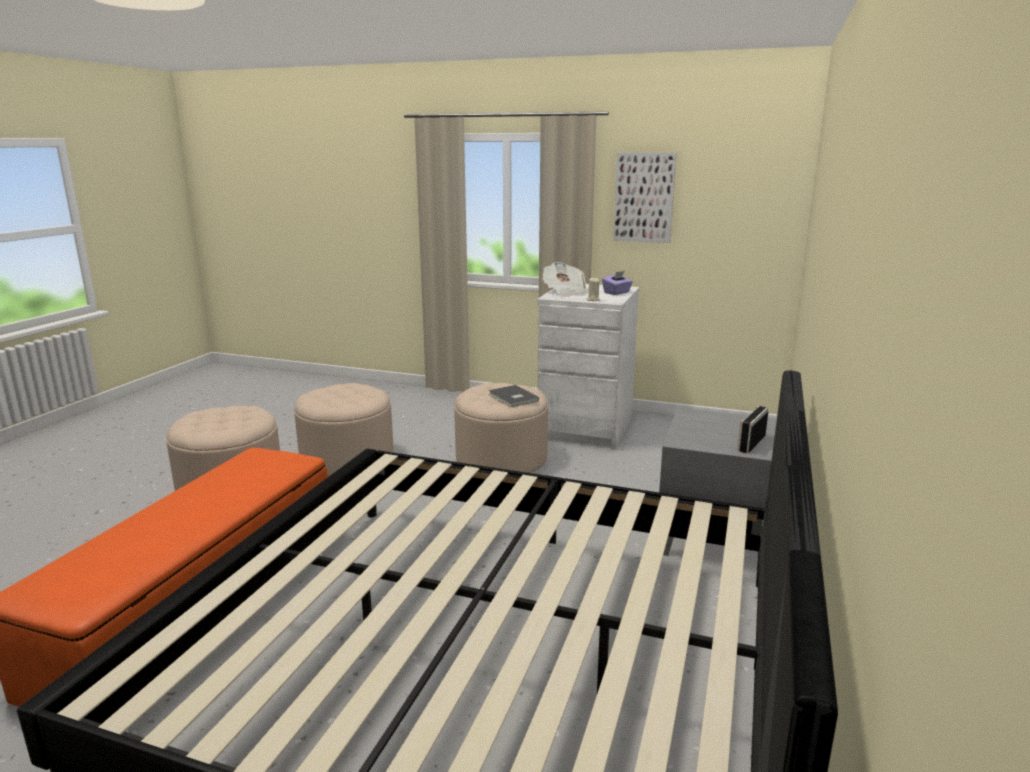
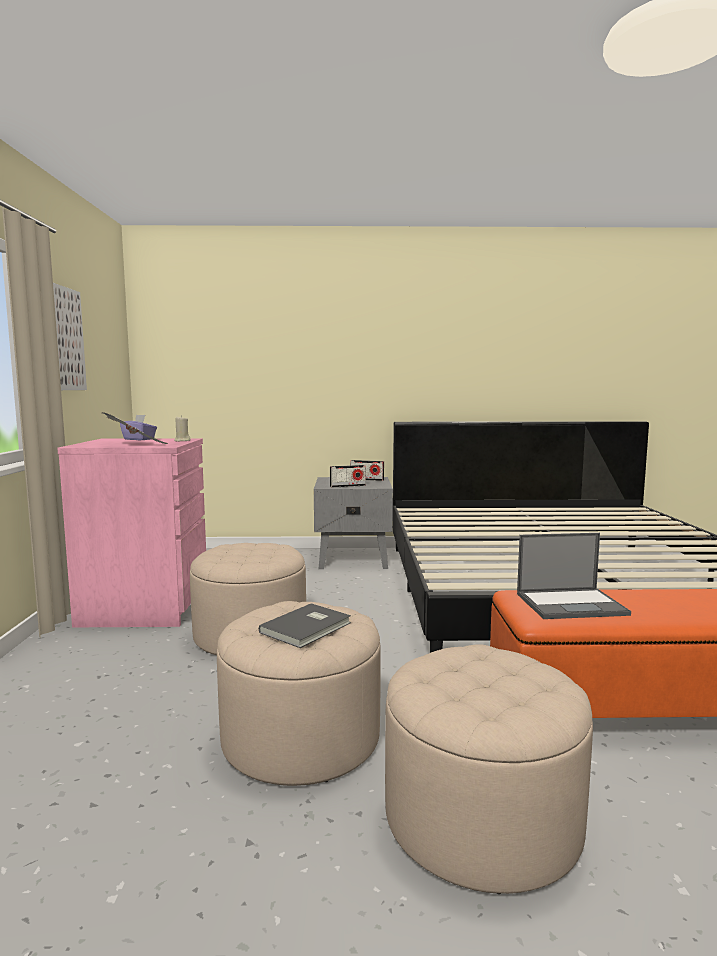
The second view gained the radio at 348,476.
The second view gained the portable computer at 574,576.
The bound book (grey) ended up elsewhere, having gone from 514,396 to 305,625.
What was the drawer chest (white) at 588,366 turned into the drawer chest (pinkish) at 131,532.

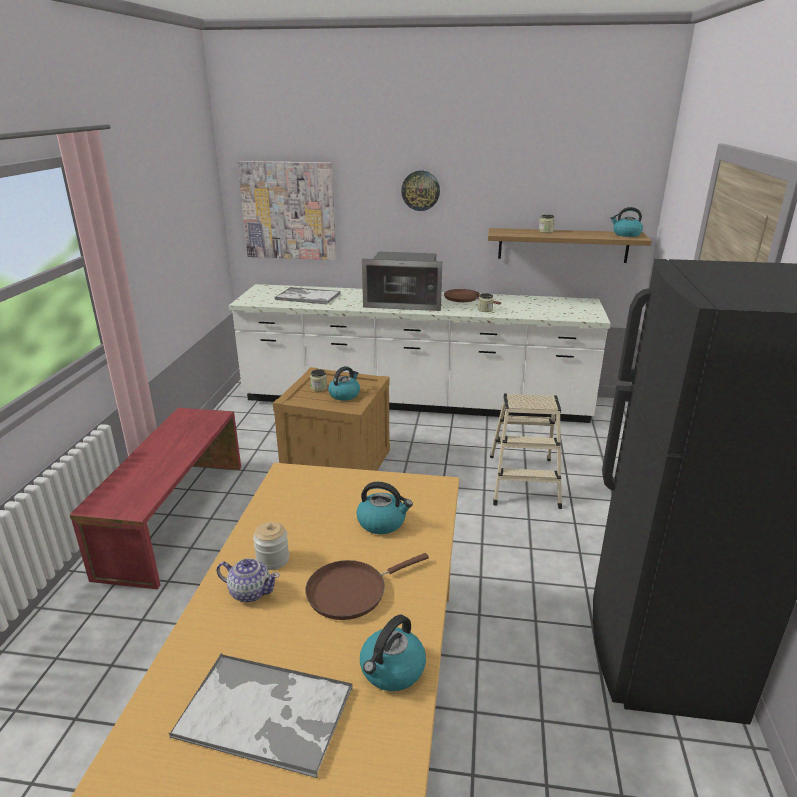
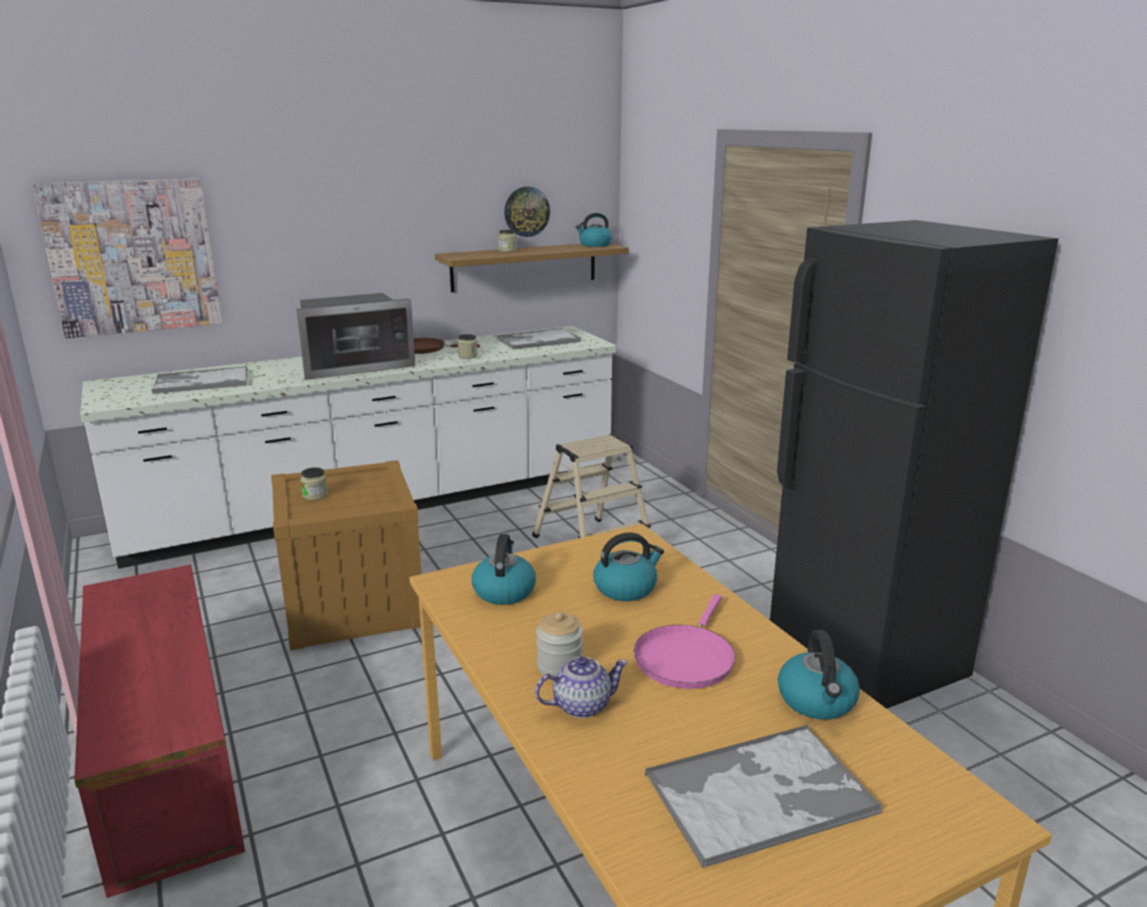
The second view gained the tray at 539,339.
The tea kettle ended up elsewhere, having gone from 344,383 to 504,569.
The clock on the wall ended up elsewhere, having gone from 420,191 to 527,212.
What was the skillet (brown-coloured) at 367,586 turned into the skillet (pinkish) at 684,641.

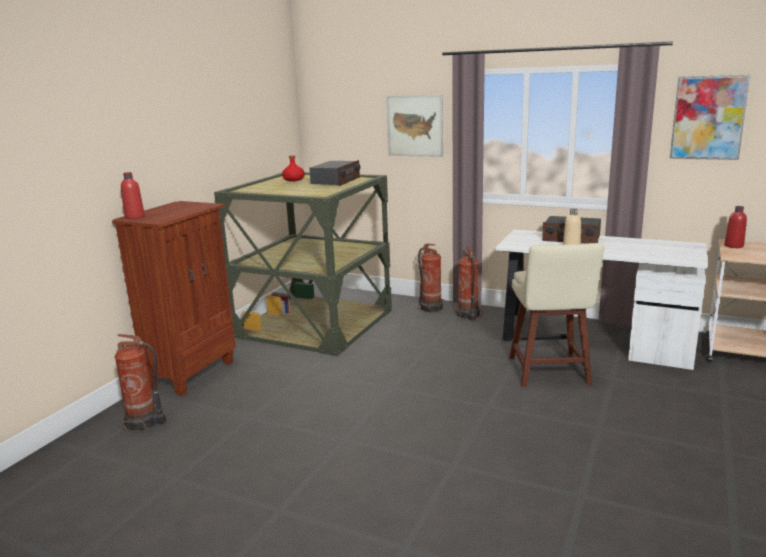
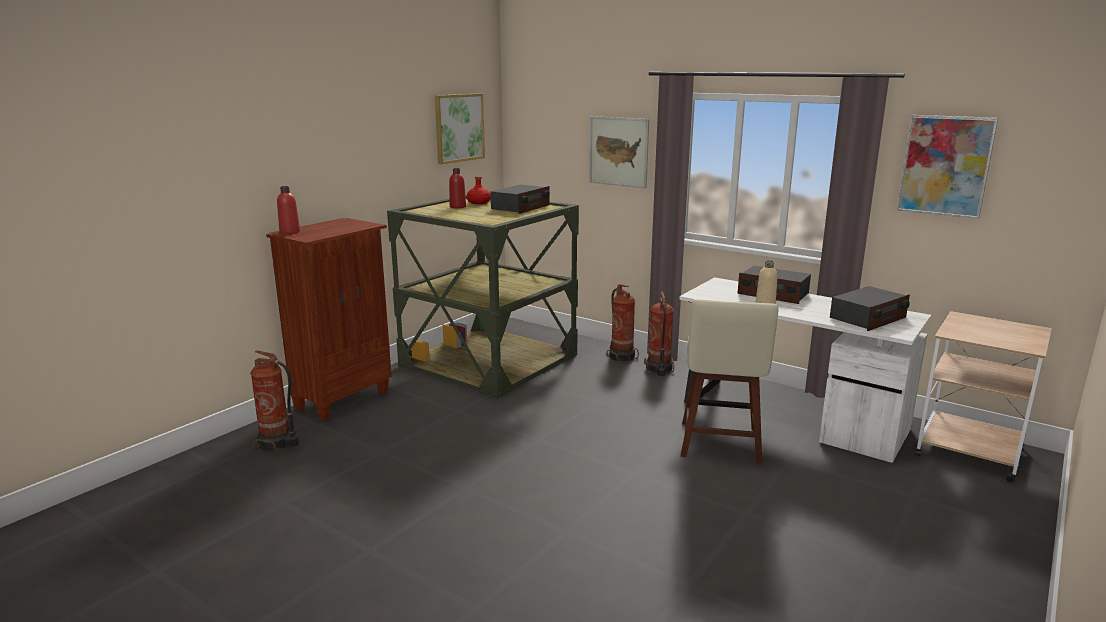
The second view gained the wall picture at 460,129.
The second view gained the radio at 870,308.
The drink bottle (red-coloured) ended up elsewhere, having gone from 736,227 to 457,188.

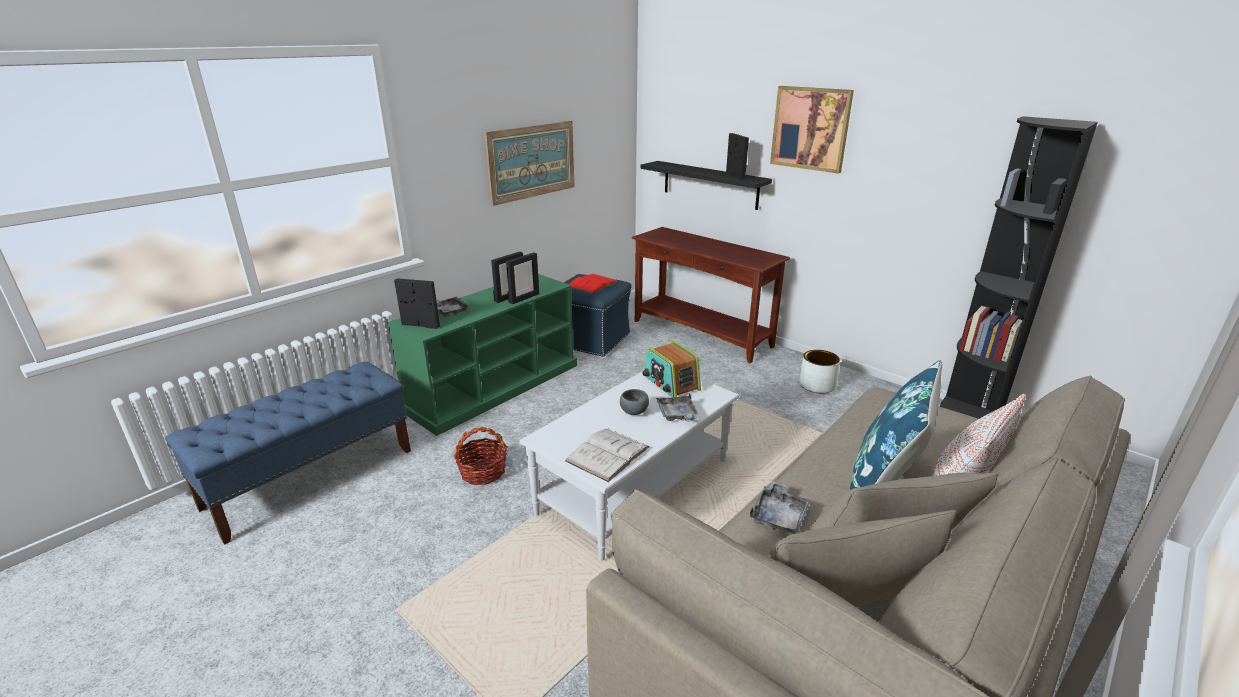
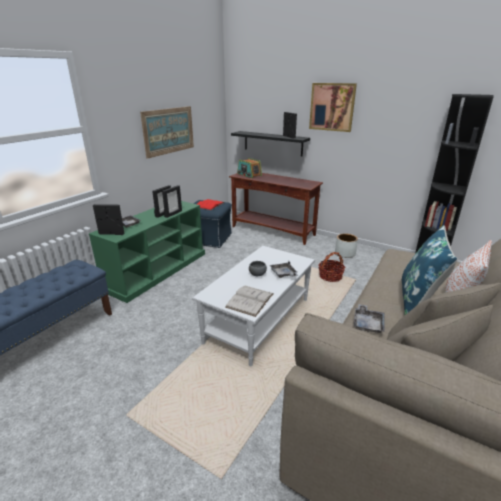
The storage basket ended up elsewhere, having gone from 481,456 to 331,267.
The radio ended up elsewhere, having gone from 671,368 to 249,168.

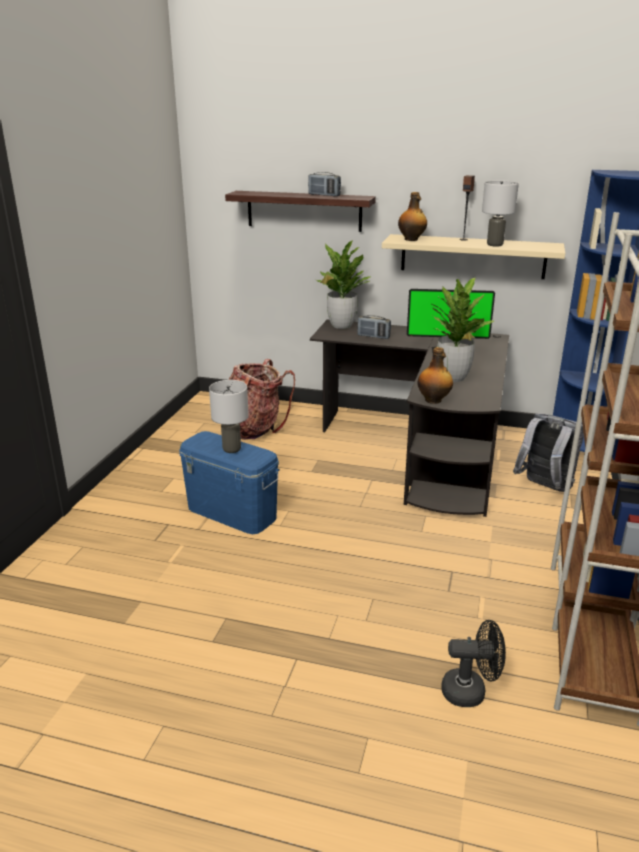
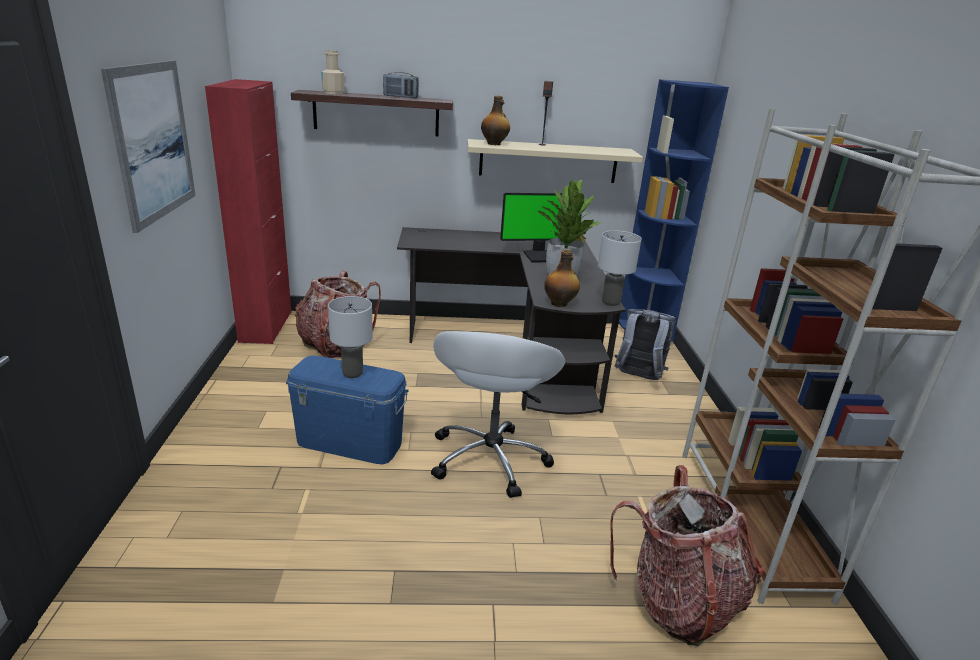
The second view lost the plant in a pot at 342,284.
The second view lost the radio at 374,327.
The second view gained the wall picture at 148,146.
The second view gained the storage cabinet (red-coloured) at 248,211.
The second view gained the drink bottle (beige) at 332,72.
The second view gained the office chair (white) at 498,414.
The lamp for a table (white) ended up elsewhere, having gone from 500,213 to 620,268.
Where the cooling fan (blackish) stood at 473,663, the knapsack came to stand at 687,555.

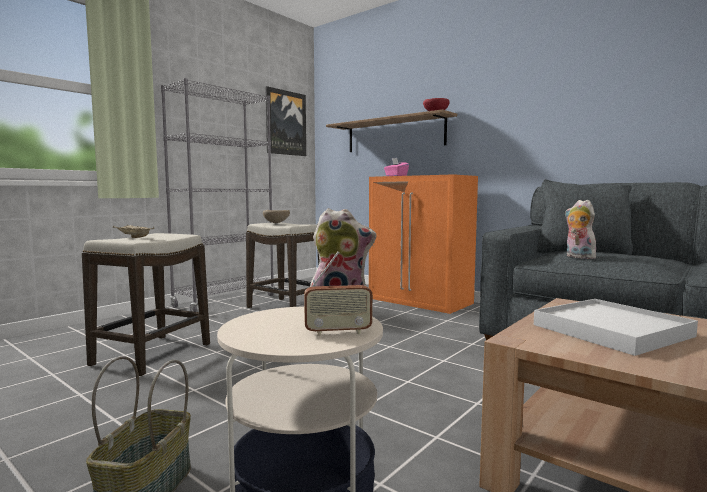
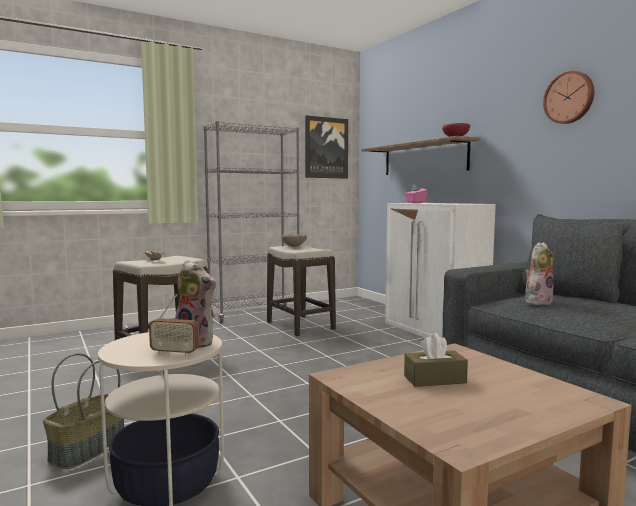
The second view gained the clock on the wall at 568,97.
Where the tray (white) stood at 616,327, the tissue holder (brown-coloured) came to stand at 436,360.
What was the storage cabinet (orange-coloured) at 423,244 turned into the storage cabinet (white) at 440,270.
The soft toy at 580,229 ended up facing another way, 60 degrees clockwise from before.

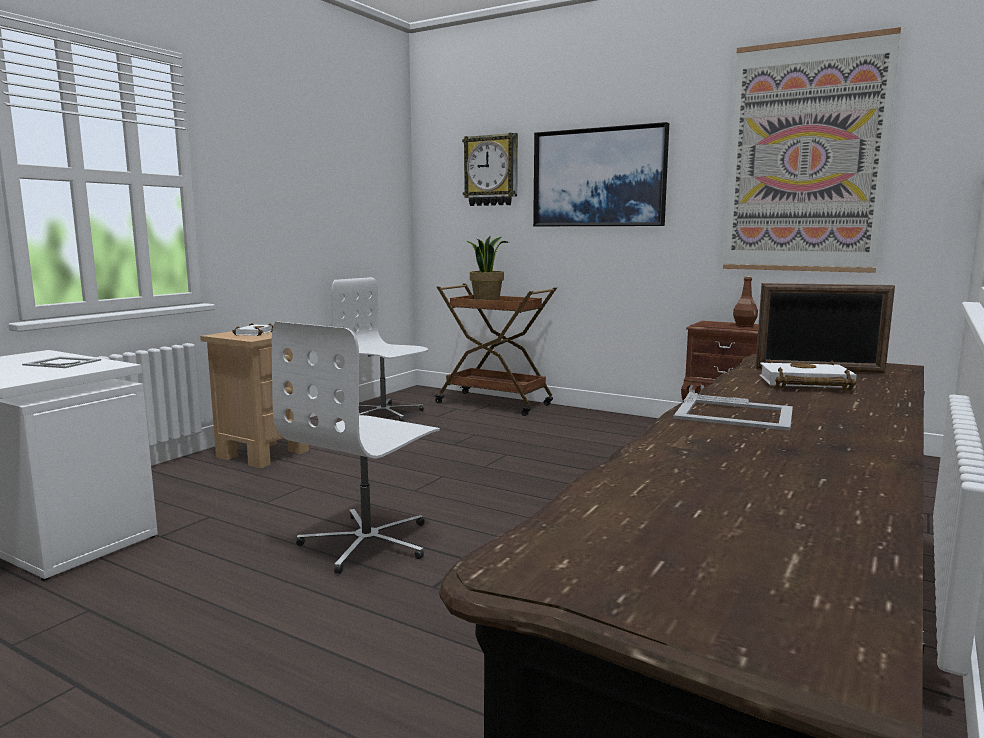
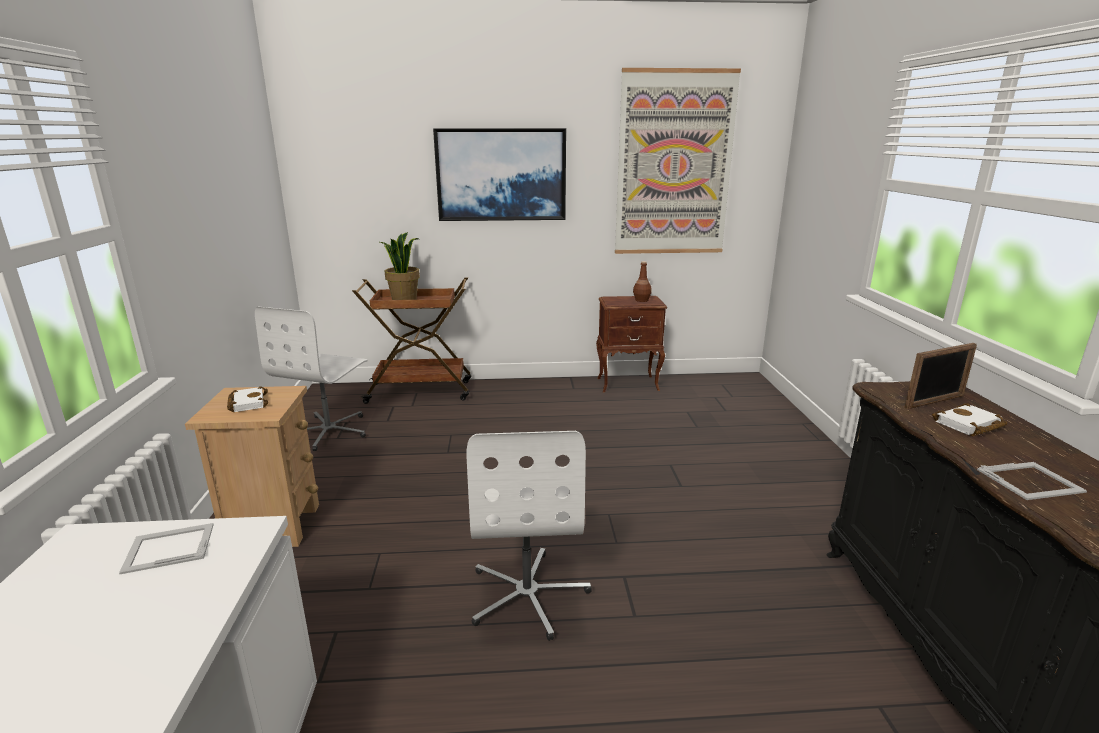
The second view lost the clock on the wall at 490,169.
The office chair (white) at 380,349 ended up facing another way, 75 degrees counterclockwise from before.

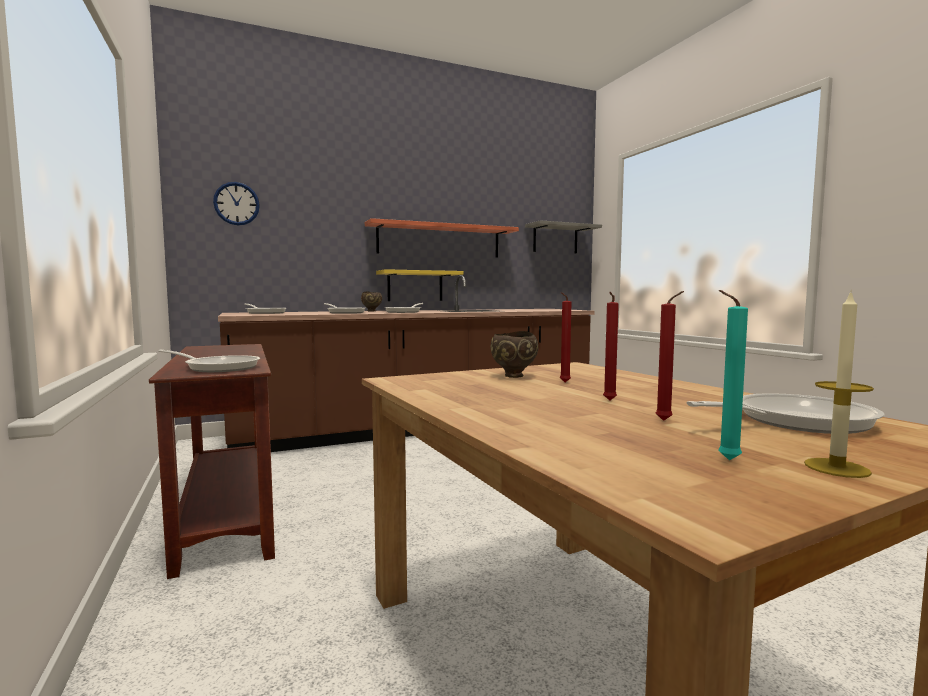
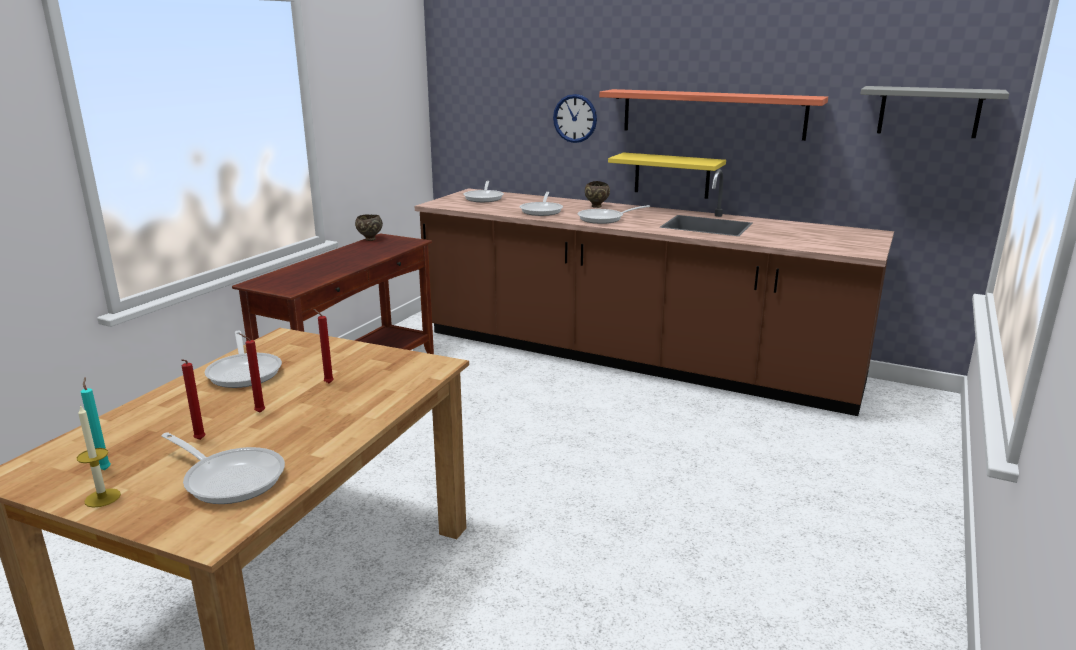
The skillet ended up elsewhere, having gone from 209,361 to 243,359.
The clock on the wall ended up elsewhere, having gone from 236,203 to 575,118.
The bowl (brown-coloured) ended up elsewhere, having gone from 514,354 to 369,227.

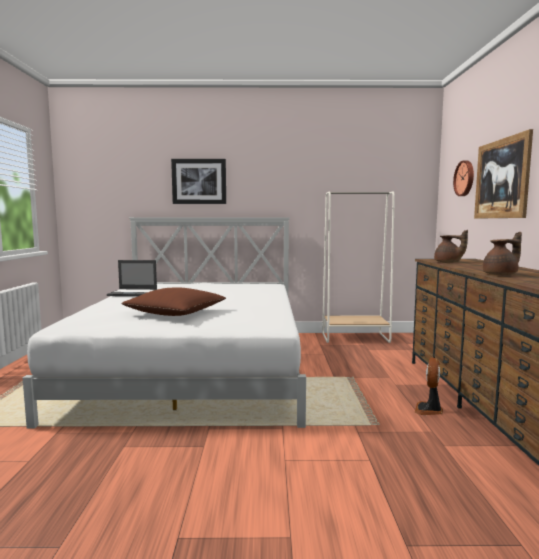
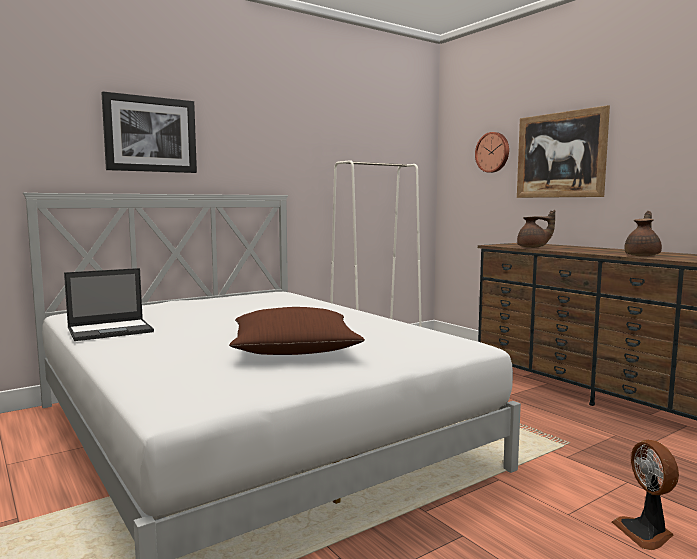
The cooling fan ended up elsewhere, having gone from 429,386 to 645,495.

